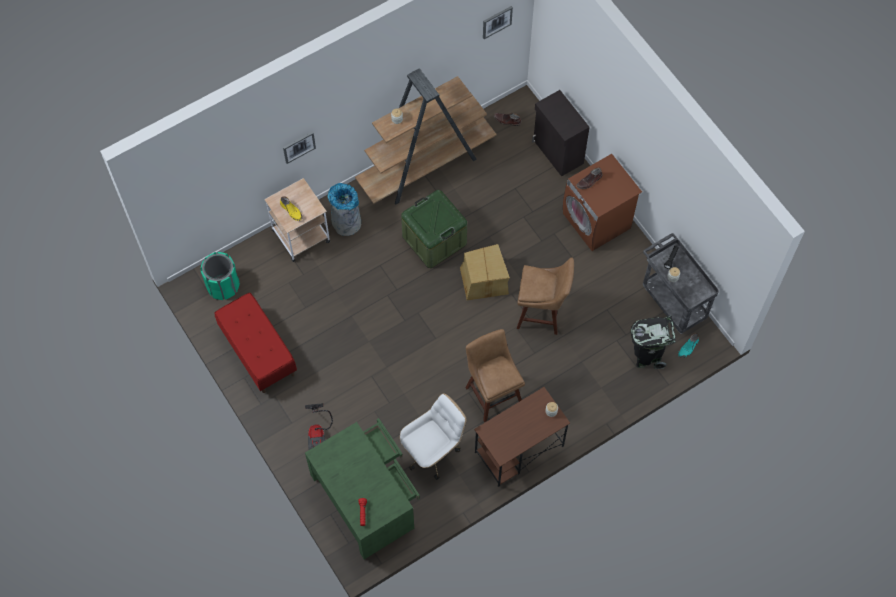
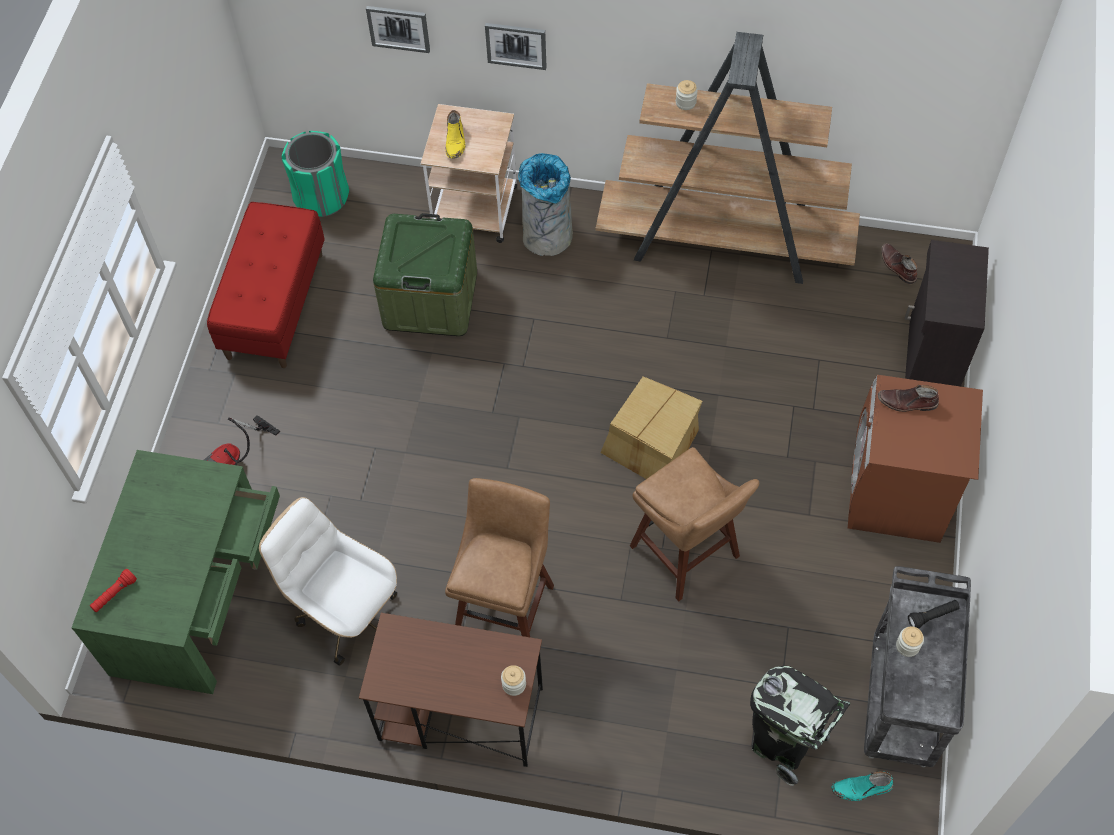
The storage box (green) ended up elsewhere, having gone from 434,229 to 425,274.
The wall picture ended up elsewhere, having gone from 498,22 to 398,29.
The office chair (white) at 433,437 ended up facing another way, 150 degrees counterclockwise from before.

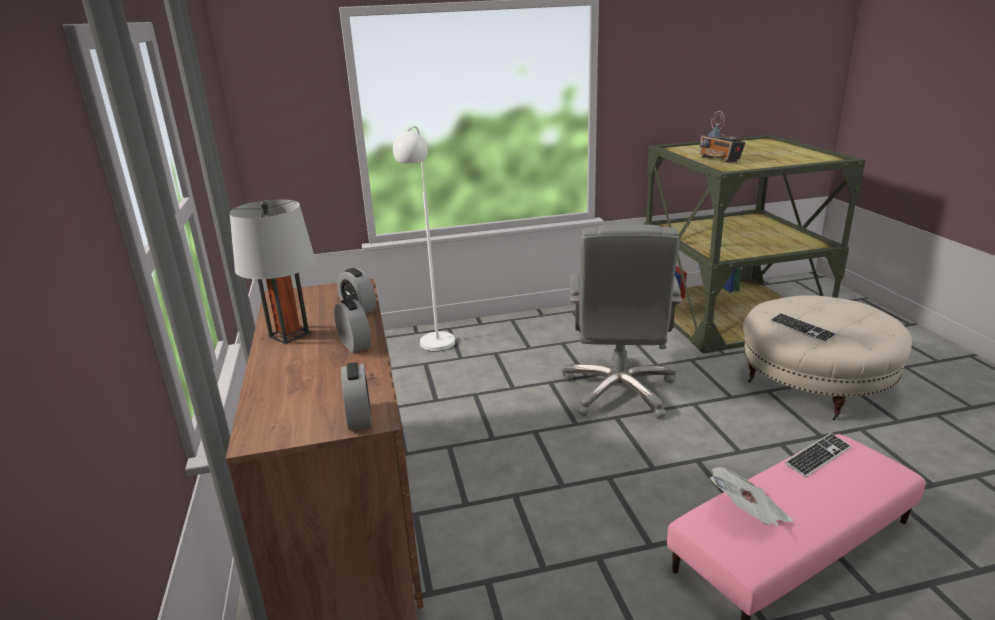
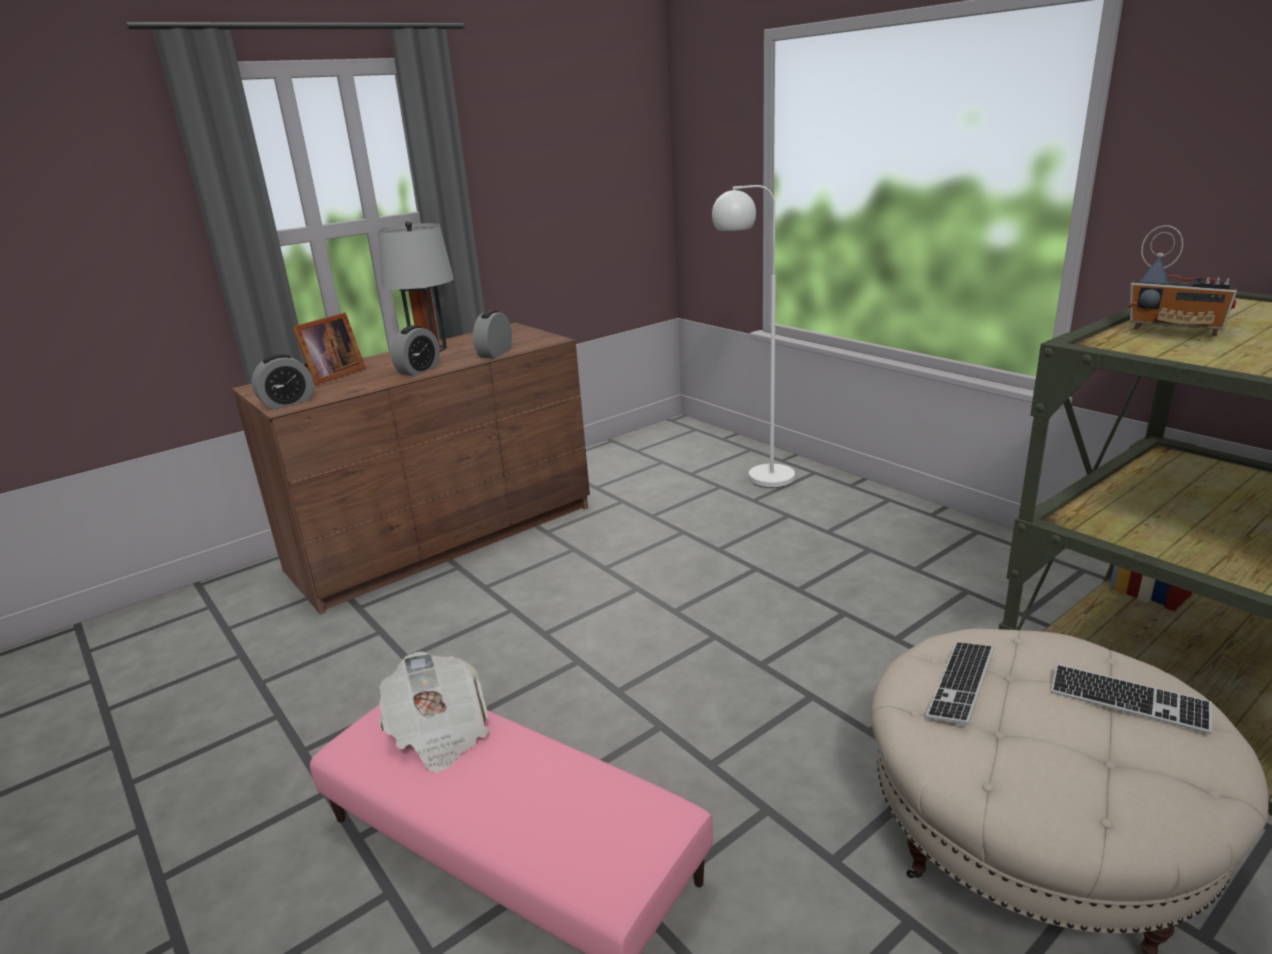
The second view lost the office chair (grey) at 621,321.
The second view gained the photo frame at 329,348.
The PC keyboard ended up elsewhere, having gone from 818,455 to 1131,699.
The radio at 722,136 ended up facing another way, 90 degrees counterclockwise from before.

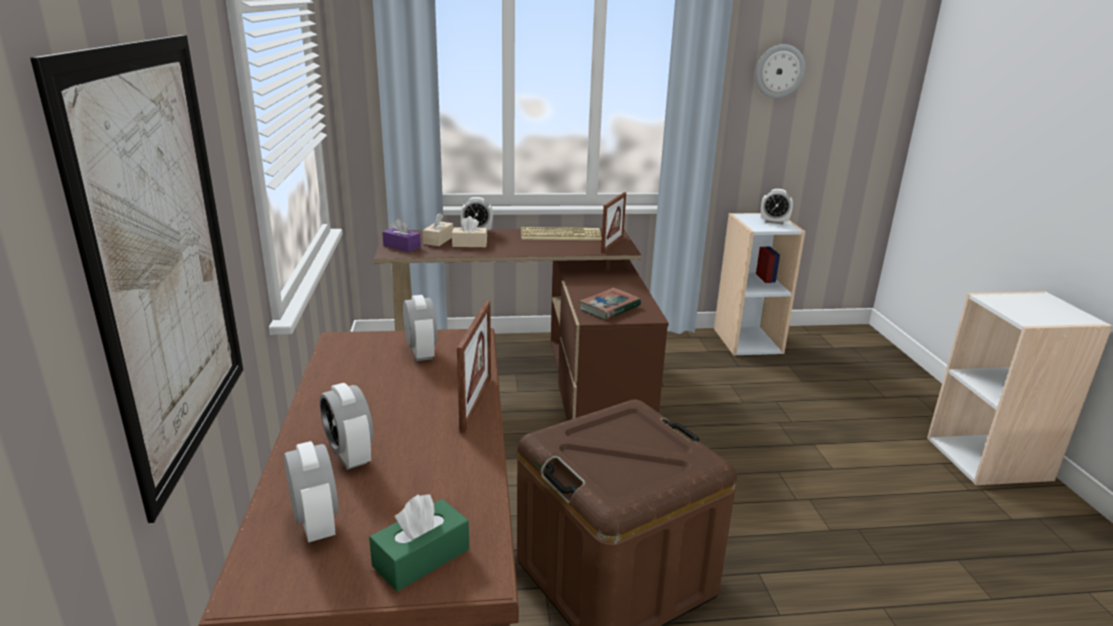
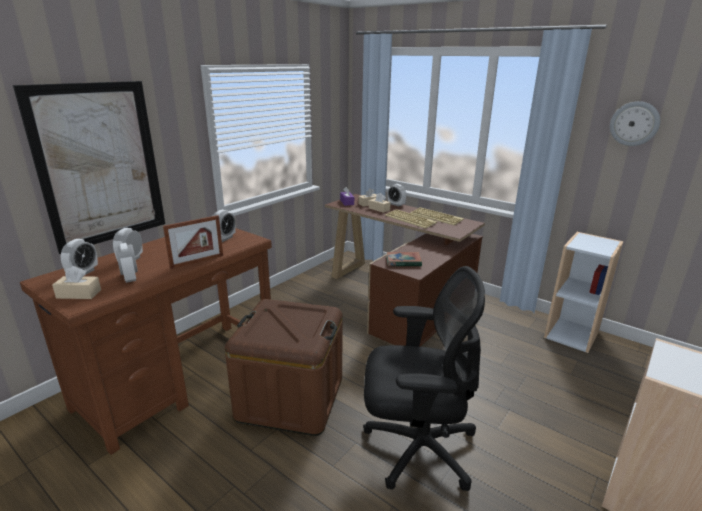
The second view lost the photo frame at 613,222.
The second view gained the office chair (blackish) at 424,378.
The second view gained the PC keyboard at 411,219.
The alarm clock ended up elsewhere, having gone from 777,206 to 126,263.
What was the tissue holder (green) at 419,543 turned into the tissue holder (beige) at 76,282.

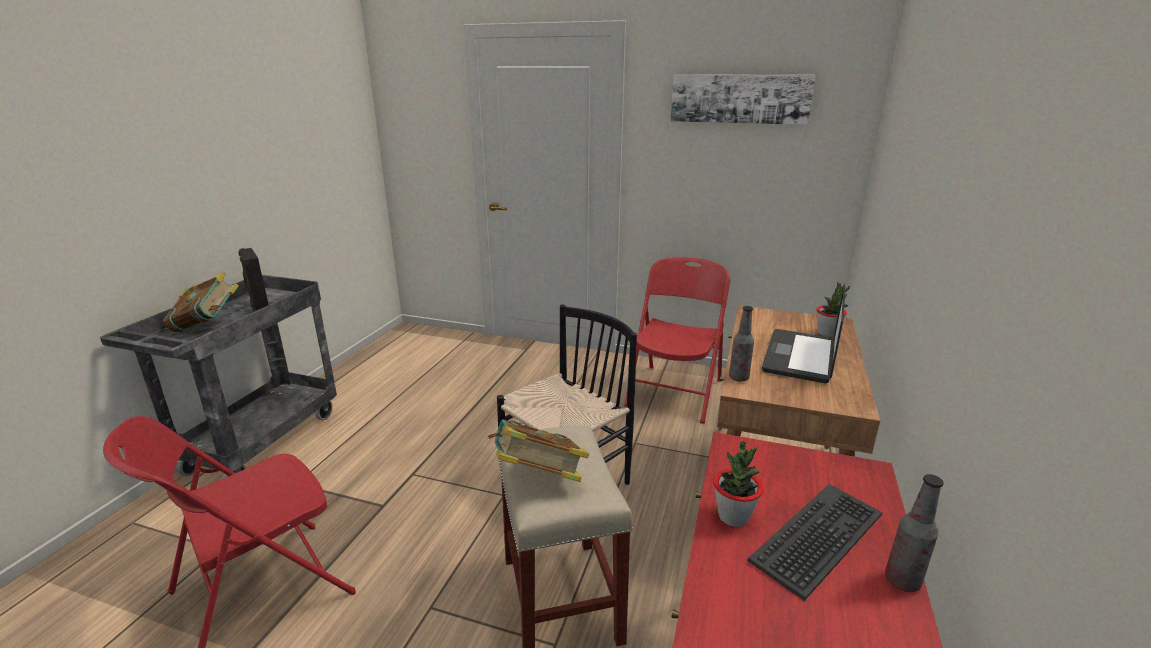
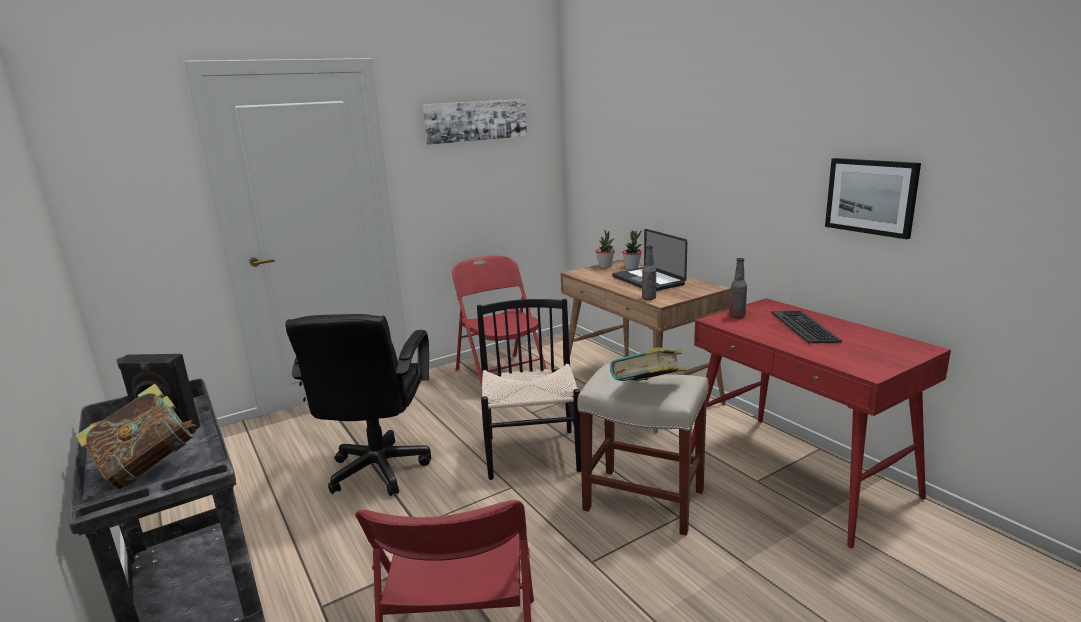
The second view gained the office chair (blackish) at 358,405.
The second view gained the wall picture at 873,198.
The plant in a pot ended up elsewhere, having gone from 738,484 to 605,249.
The drink bottle ended up elsewhere, having gone from 914,533 to 738,288.

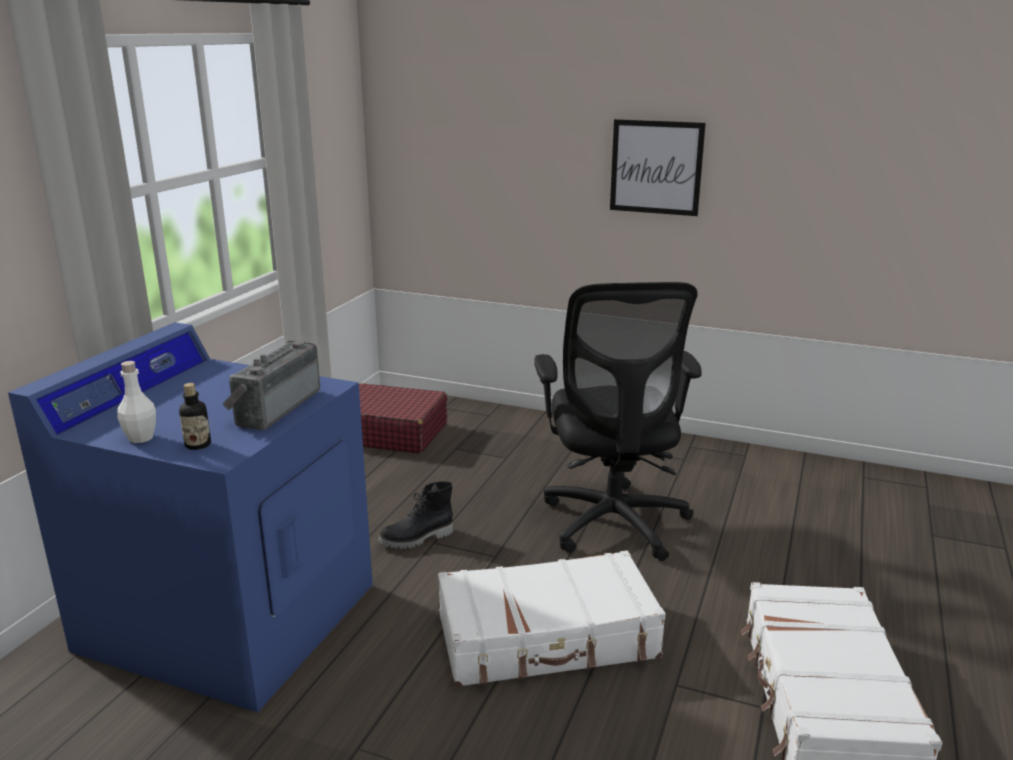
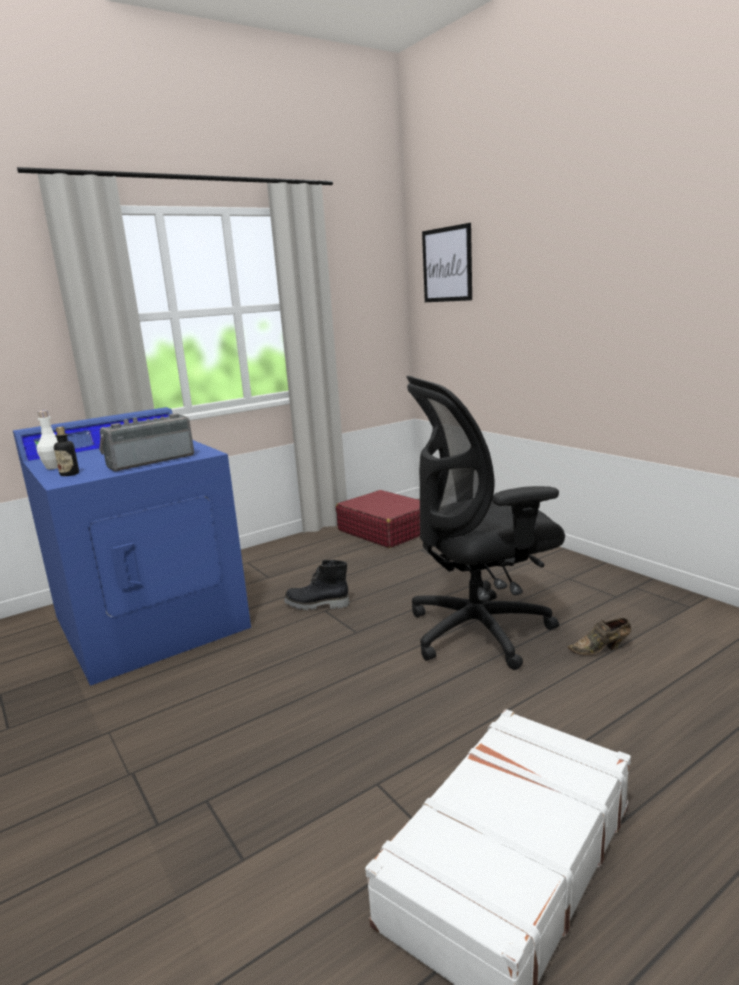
The second view lost the travel case (white) at 552,619.
The second view gained the item of footwear (brown-coloured) at 599,636.
The wall picture ended up elsewhere, having gone from 658,167 to 447,262.
The office chair (blackish) at 618,421 ended up facing another way, 45 degrees clockwise from before.

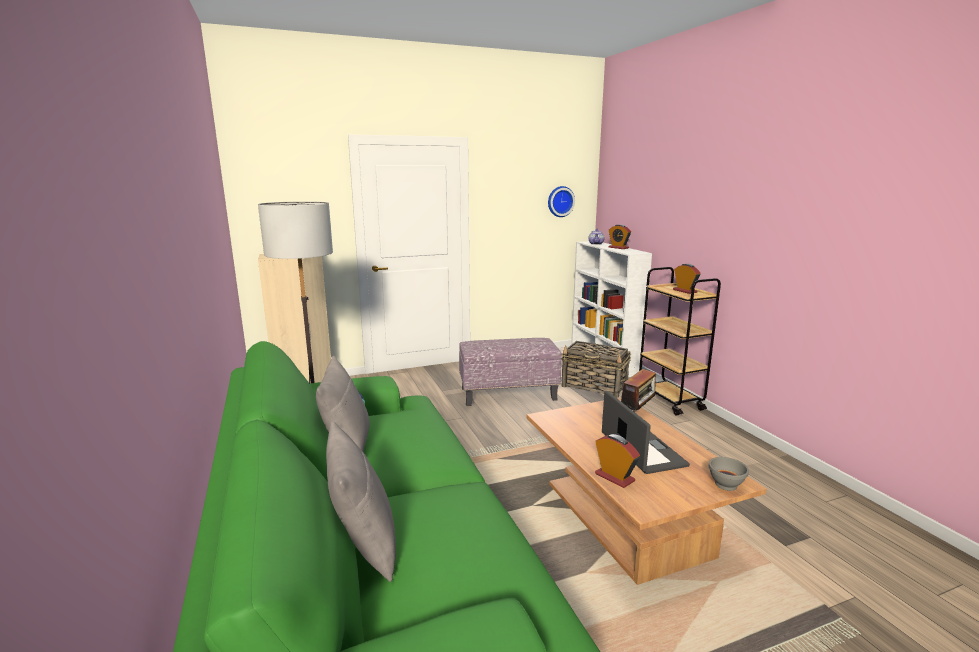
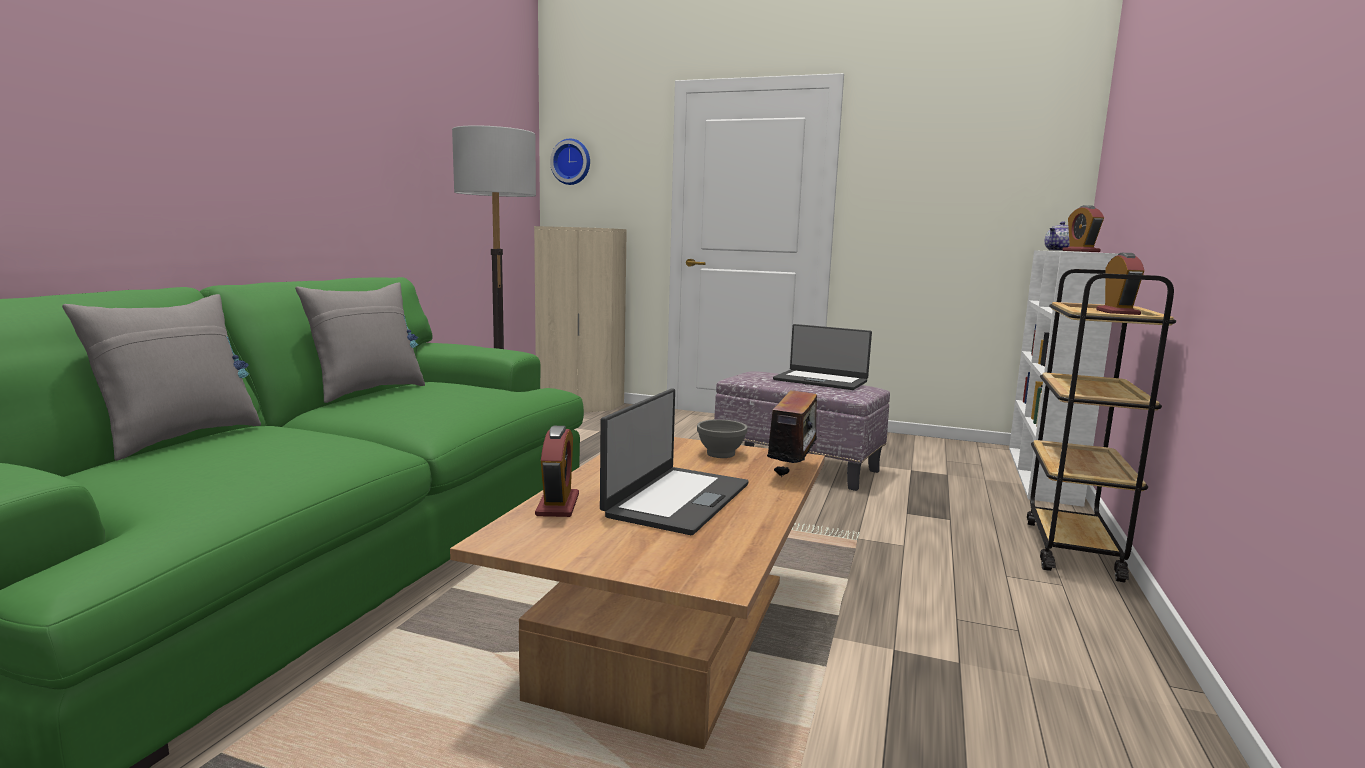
The second view lost the storage basket at 596,369.
The second view gained the portable computer at 822,357.
The clock on the wall ended up elsewhere, having gone from 561,201 to 570,162.
The bowl (grey) ended up elsewhere, having gone from 729,474 to 722,438.
The radio at 640,389 ended up facing another way, 60 degrees counterclockwise from before.

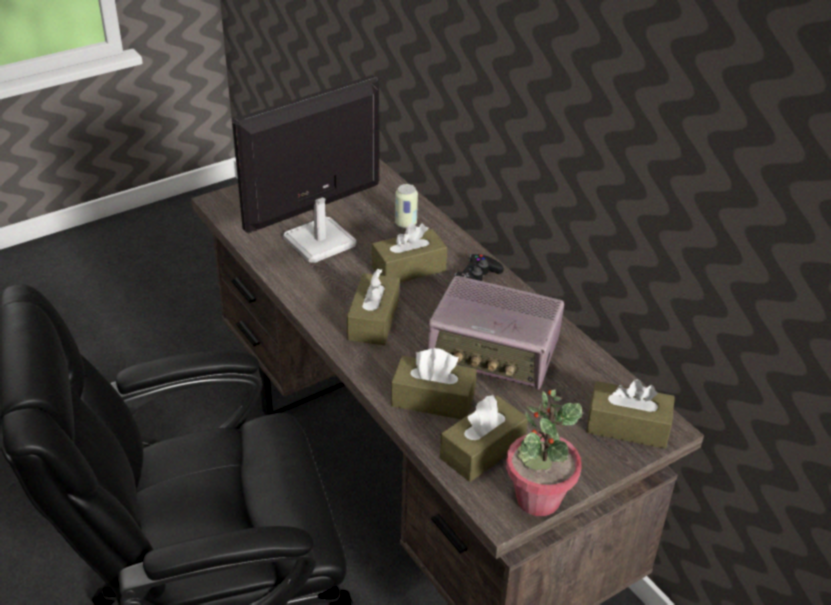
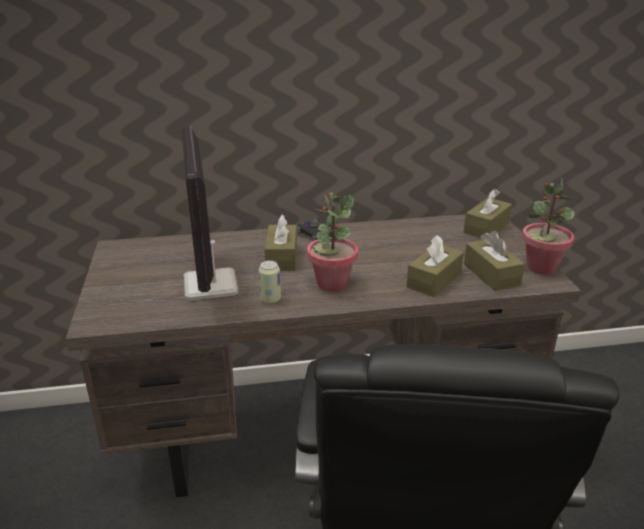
The second view lost the radio at 495,333.
The can ended up elsewhere, having gone from 406,206 to 269,282.
Where the tissue holder (brown-coloured) stood at 373,307, the plant in a pot came to stand at 333,242.

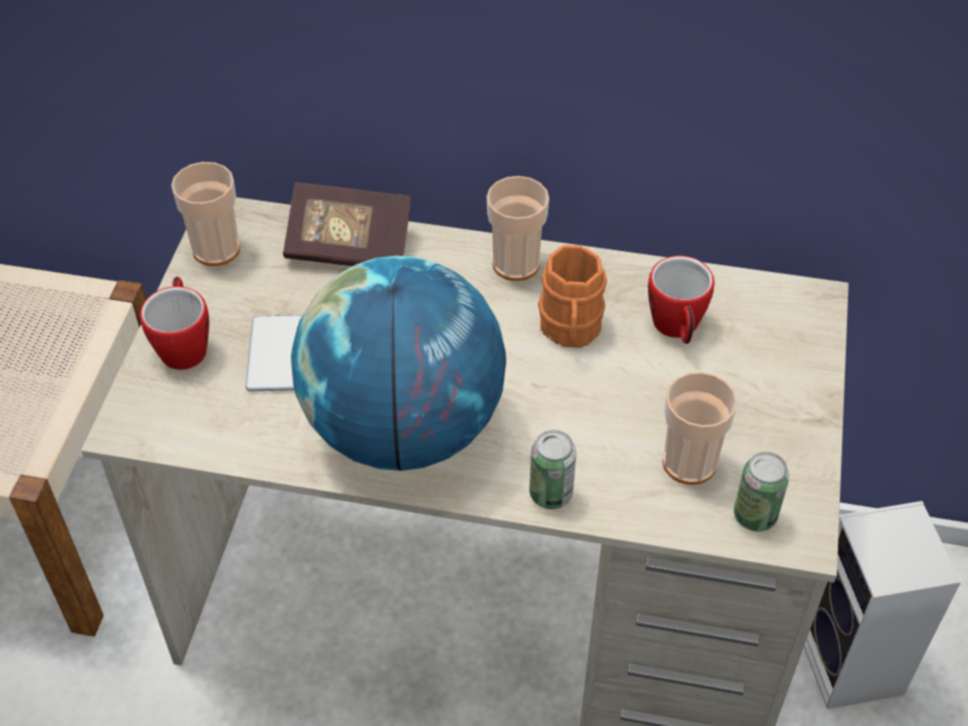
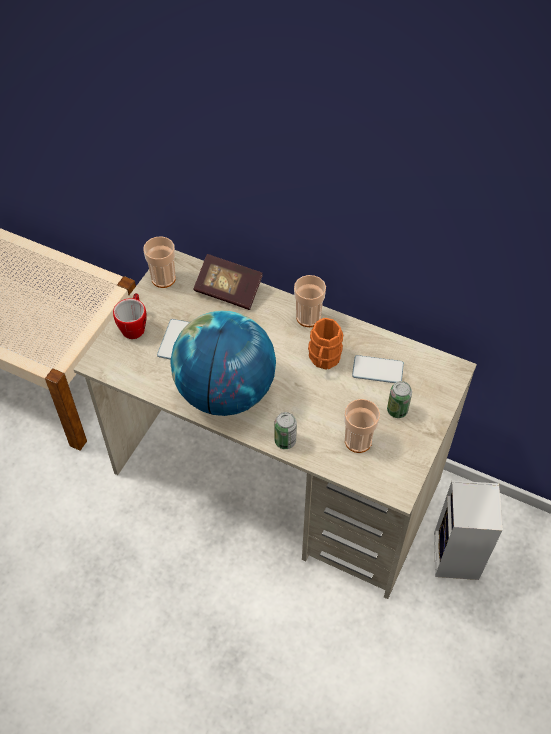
The can ended up elsewhere, having gone from 761,492 to 399,399.
Where the tea mug stood at 681,300, the handset came to stand at 378,369.

